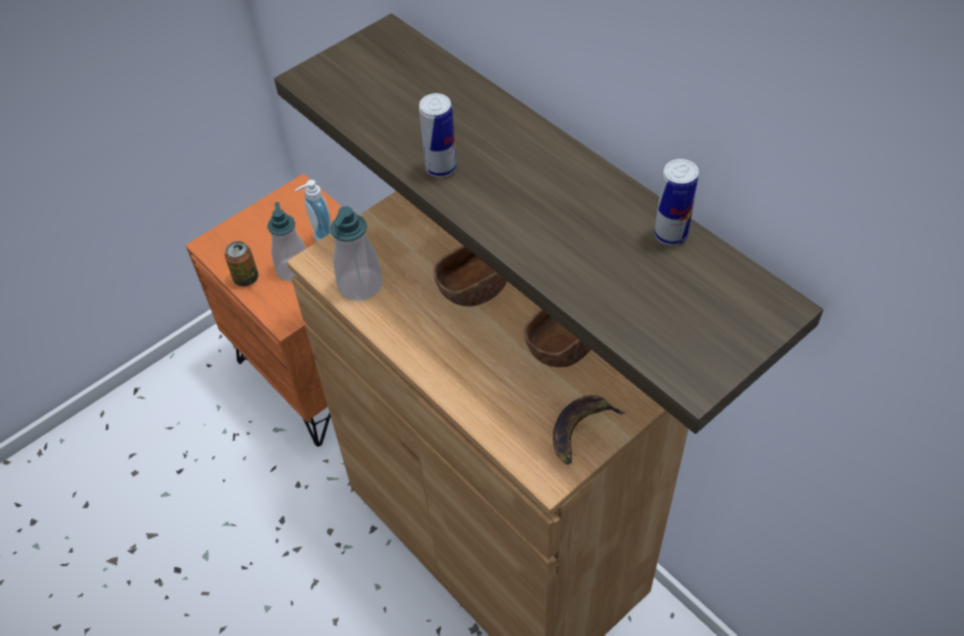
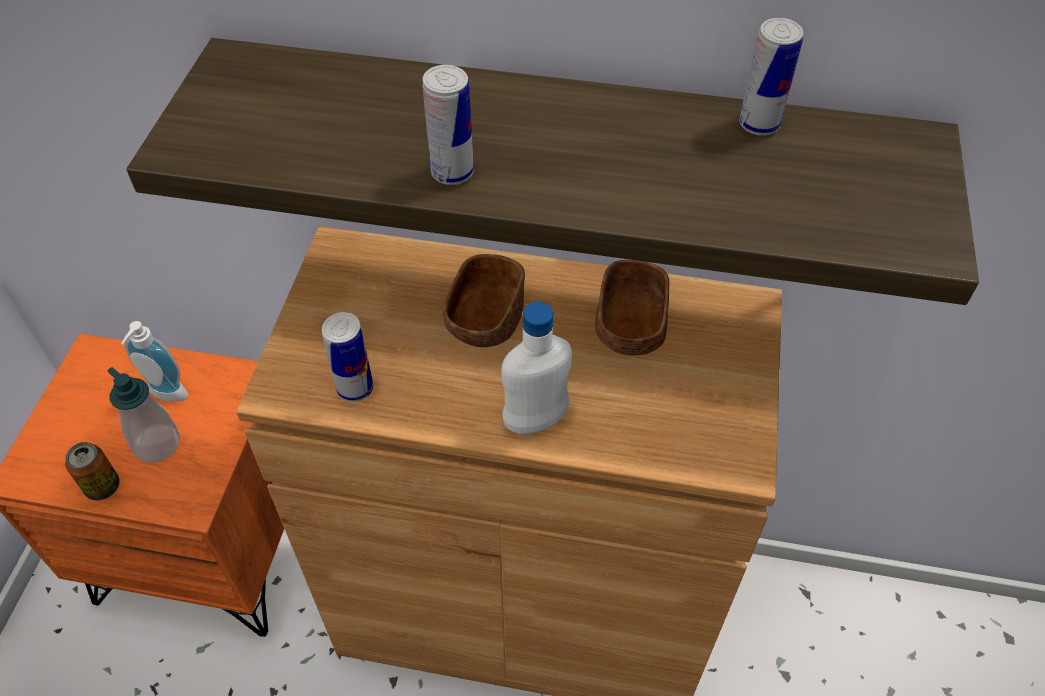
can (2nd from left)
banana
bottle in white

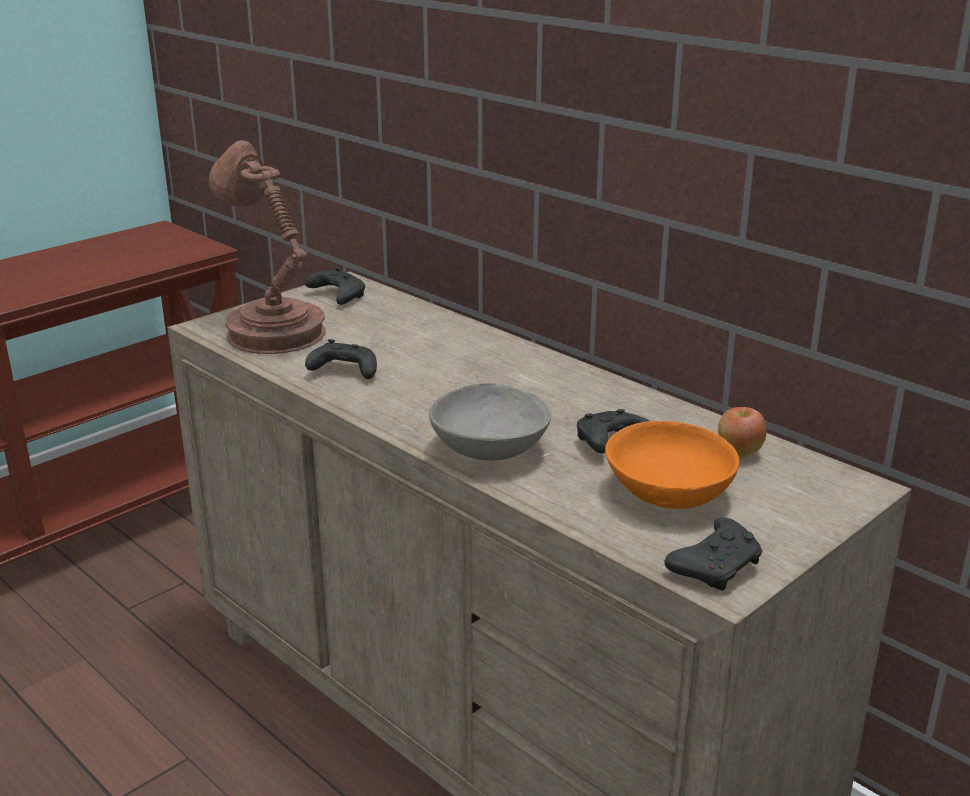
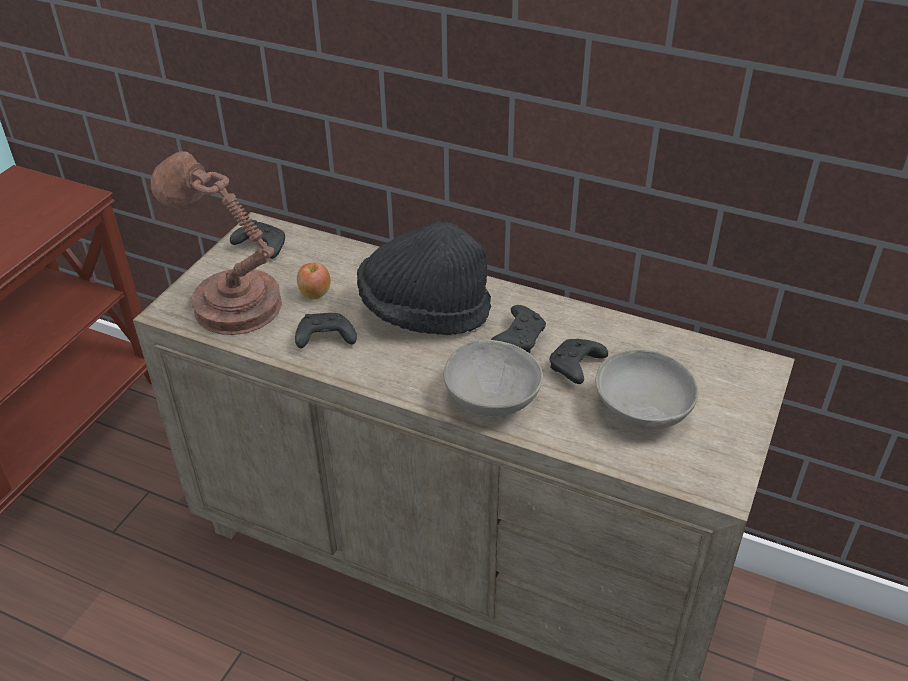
bowl in grey (2nd from left)
game controller in black (3rd from left)
apple
hat in black

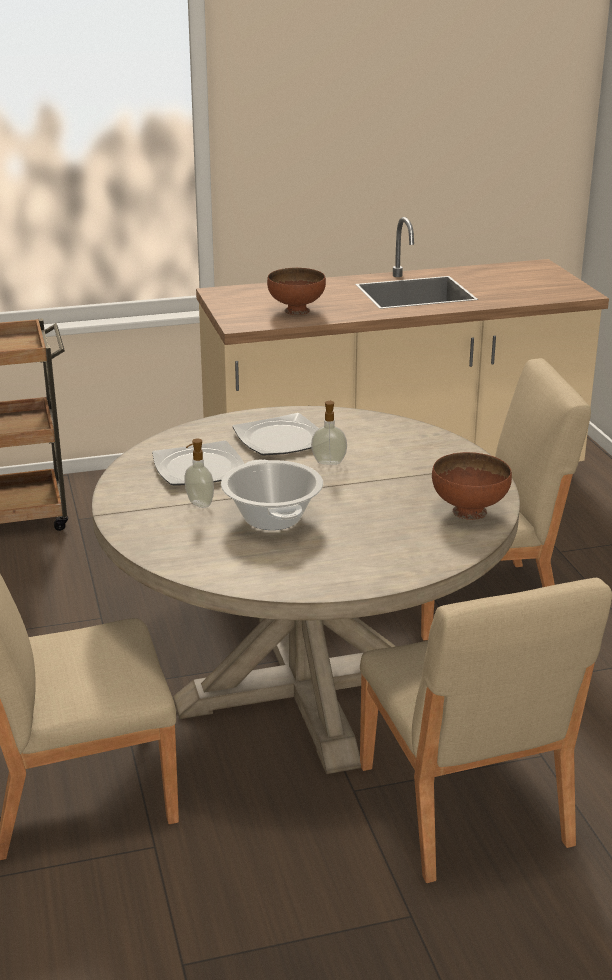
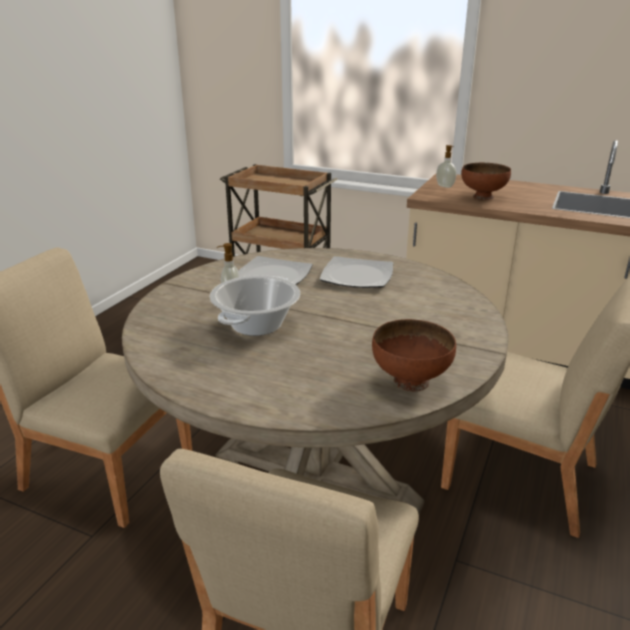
soap dispenser (2nd from left)

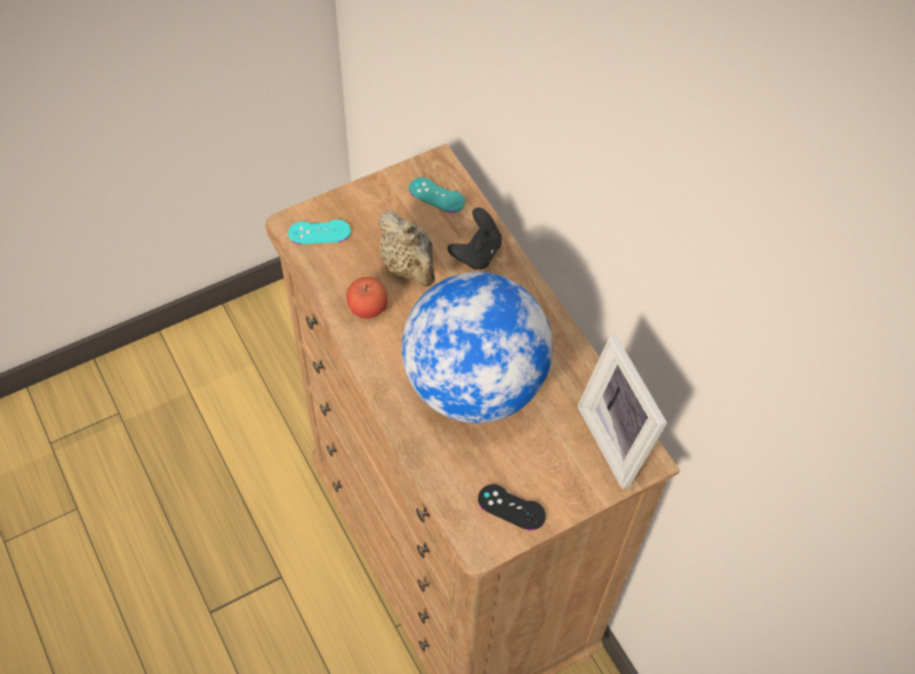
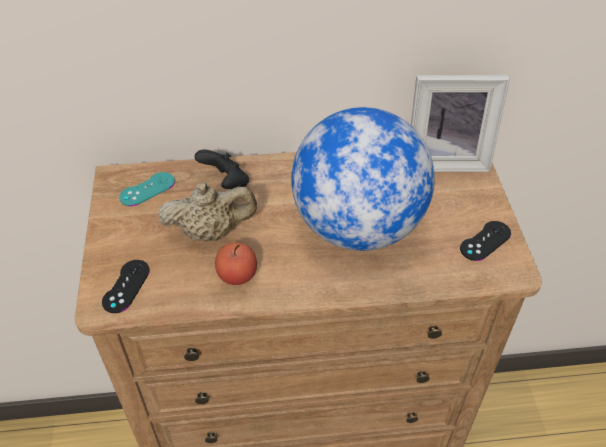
game controller in black (1st from left)

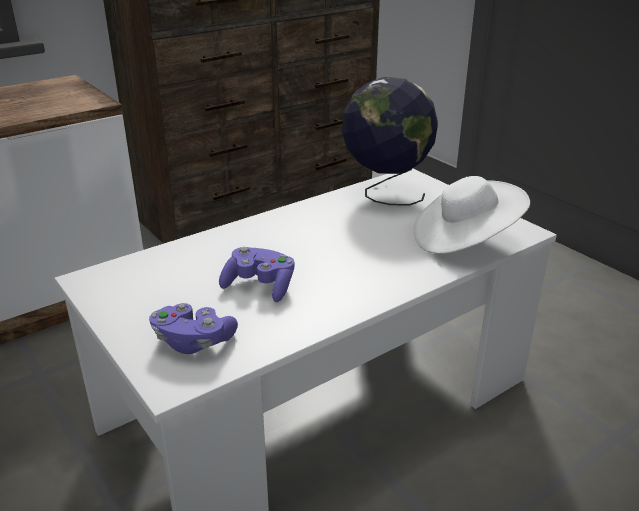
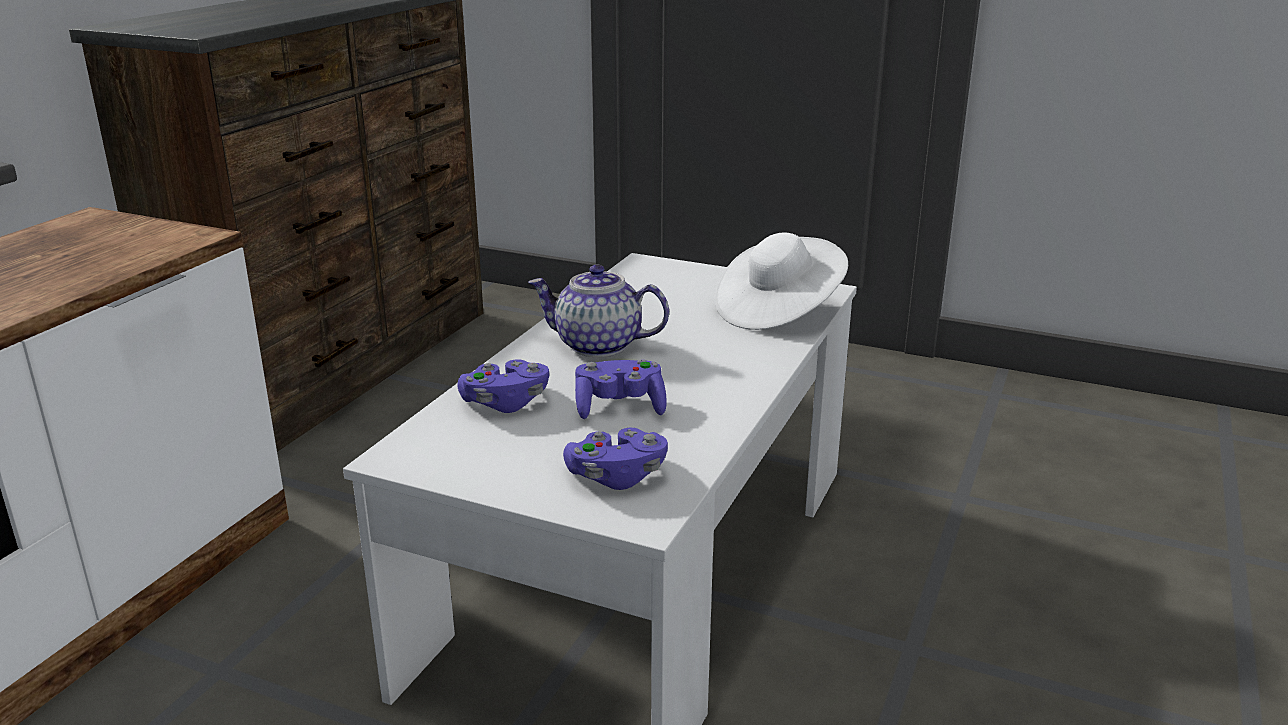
globe
game controller in purple (1st from left)
teapot

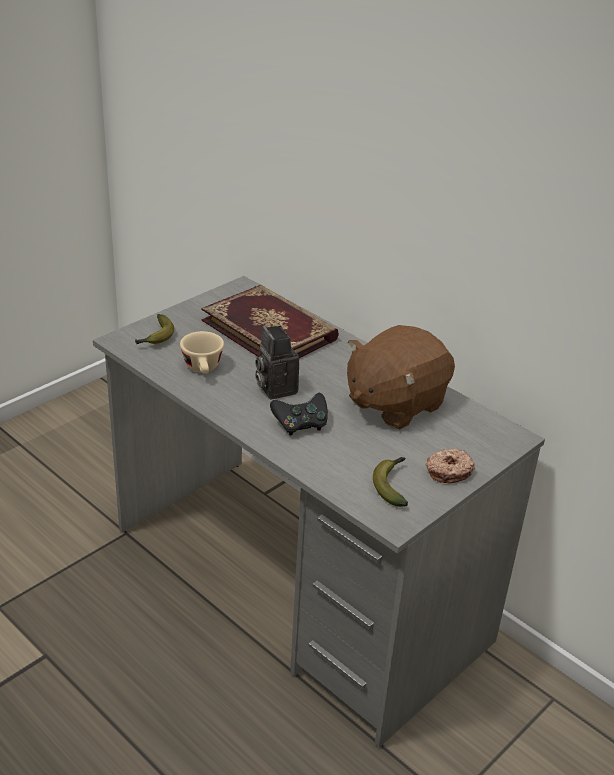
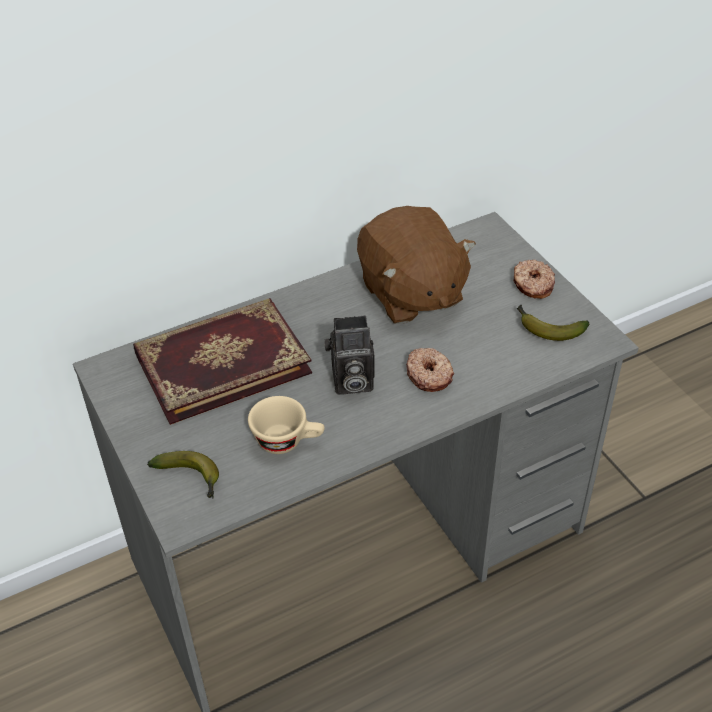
donut (1st from left)

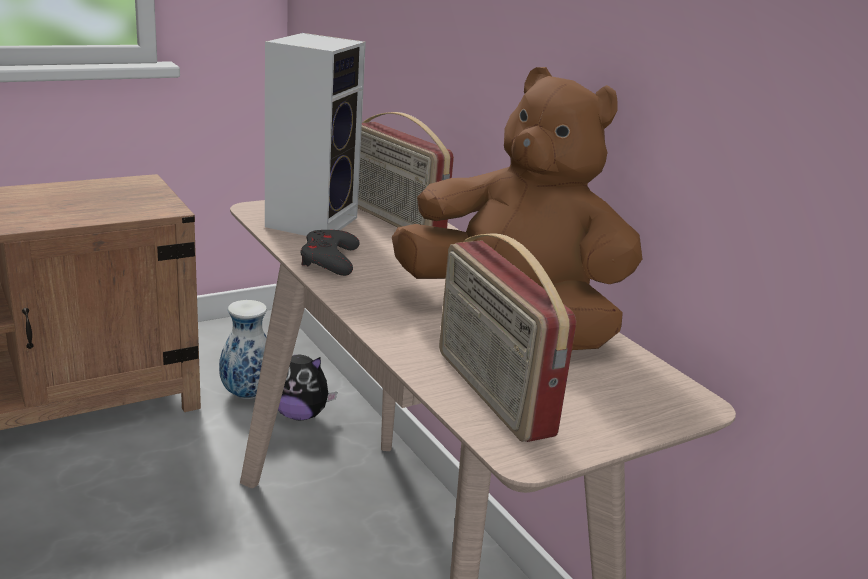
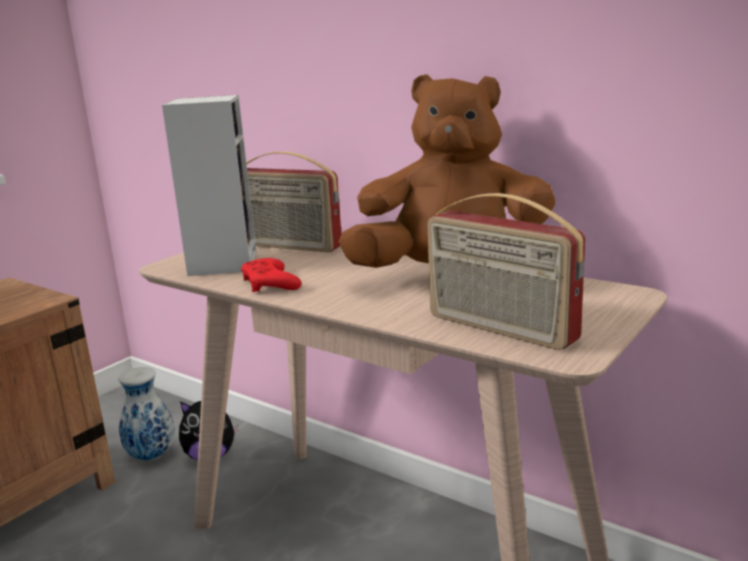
game controller in red

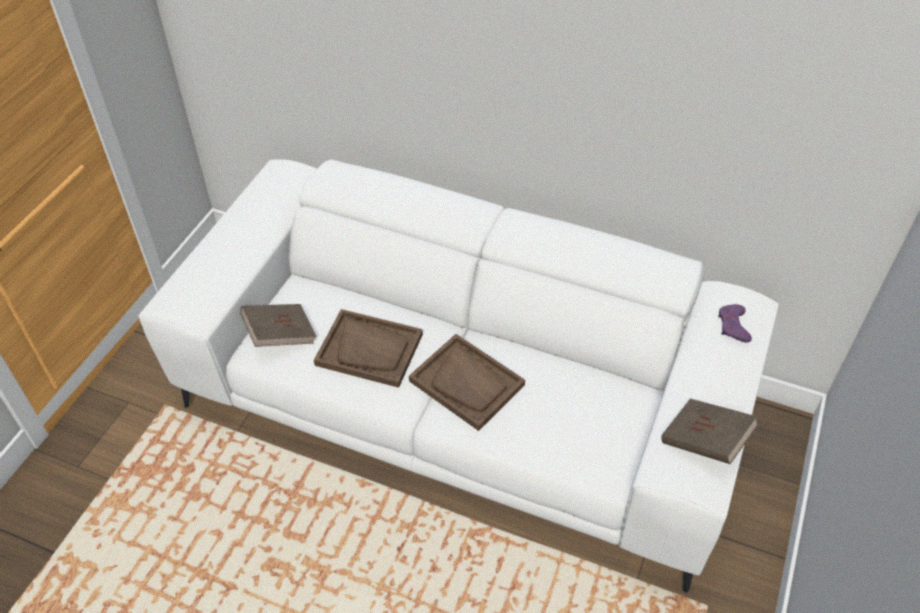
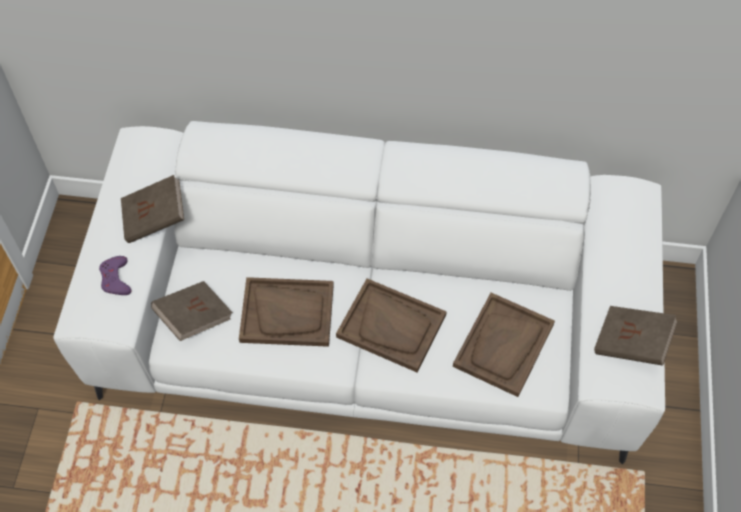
game controller in purple
book in brown (1st from left)
tray in brown (3rd from left)

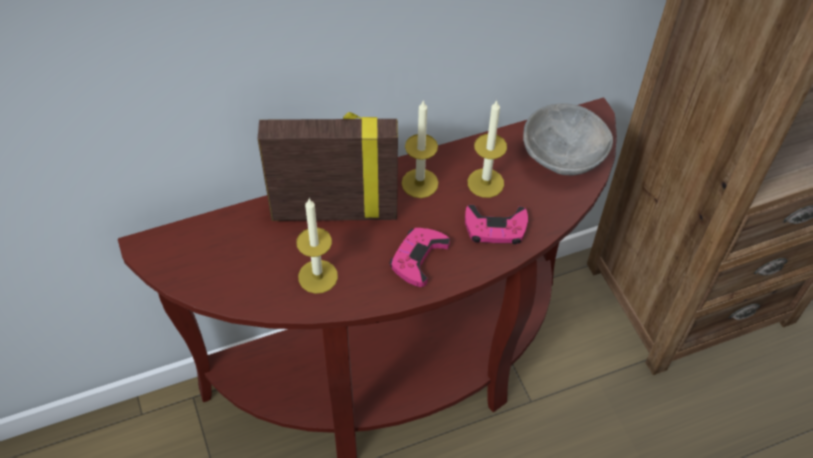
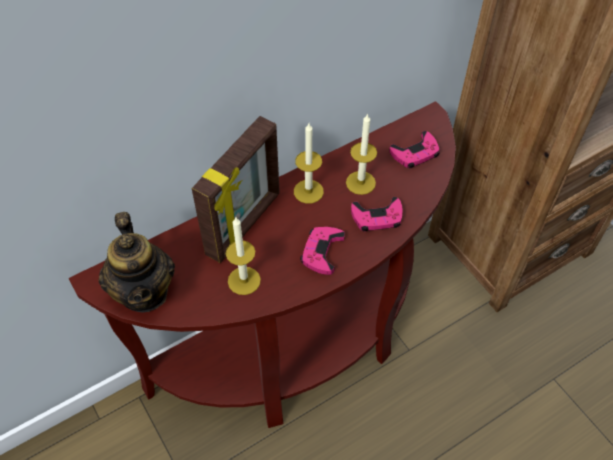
picture frame
game controller in pink (3rd from left)
teapot

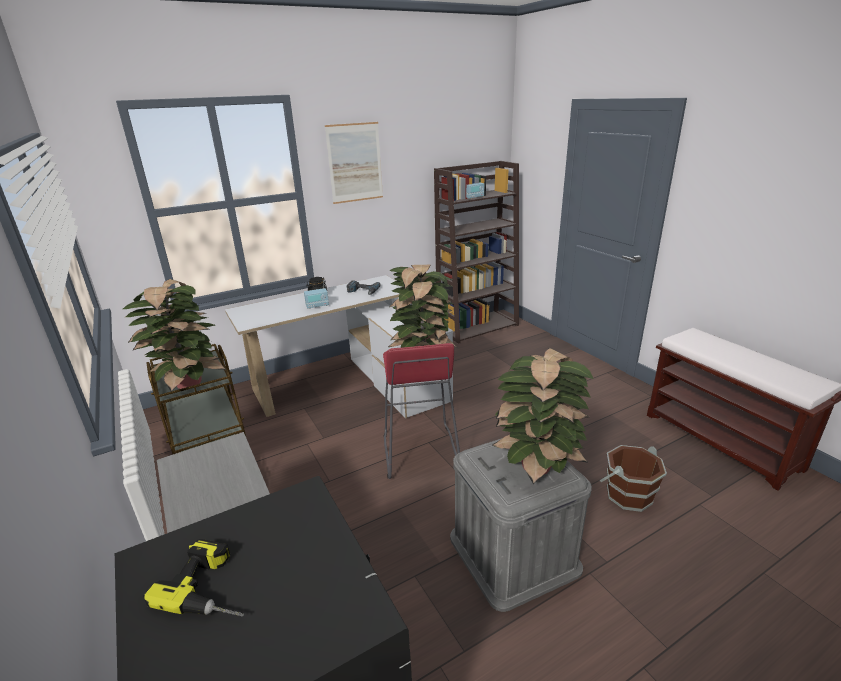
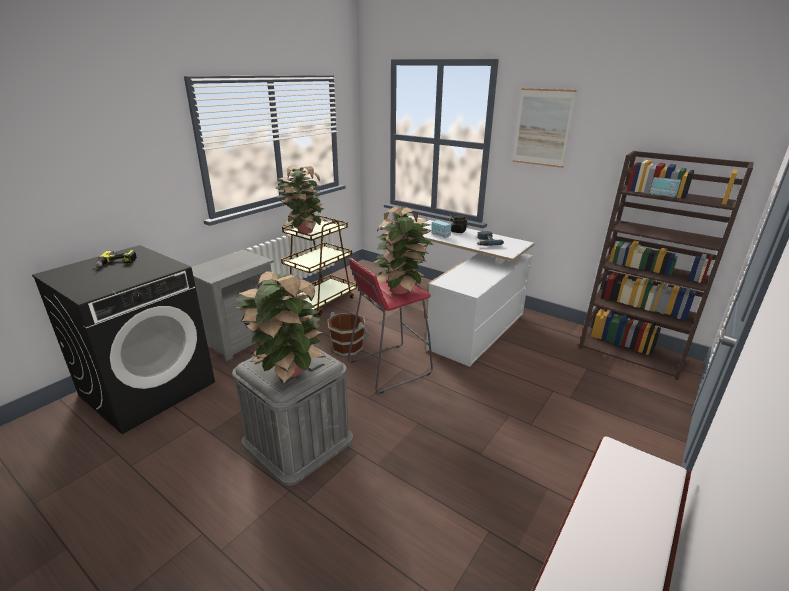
bucket in brown

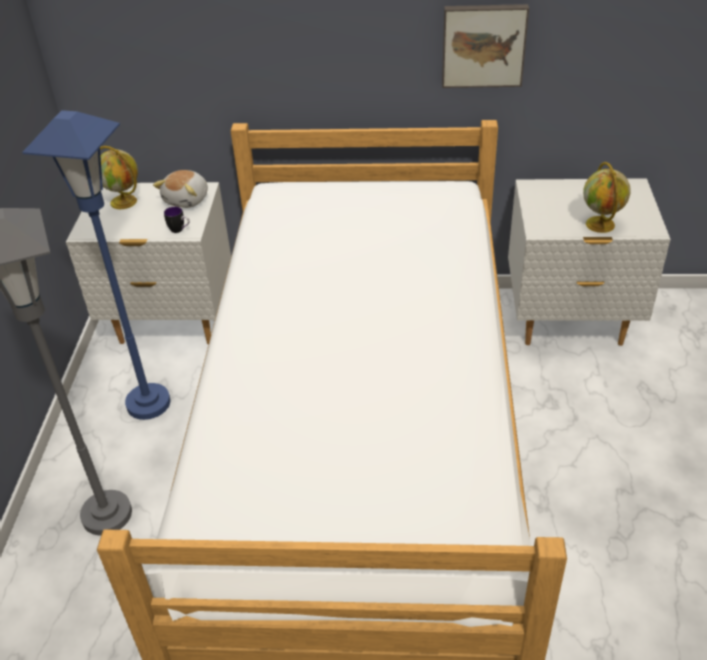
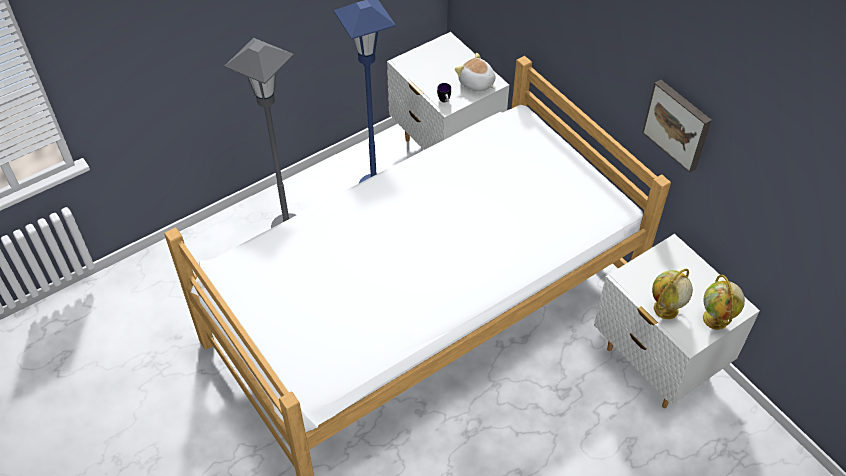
globe (2nd from left)
plush toy

